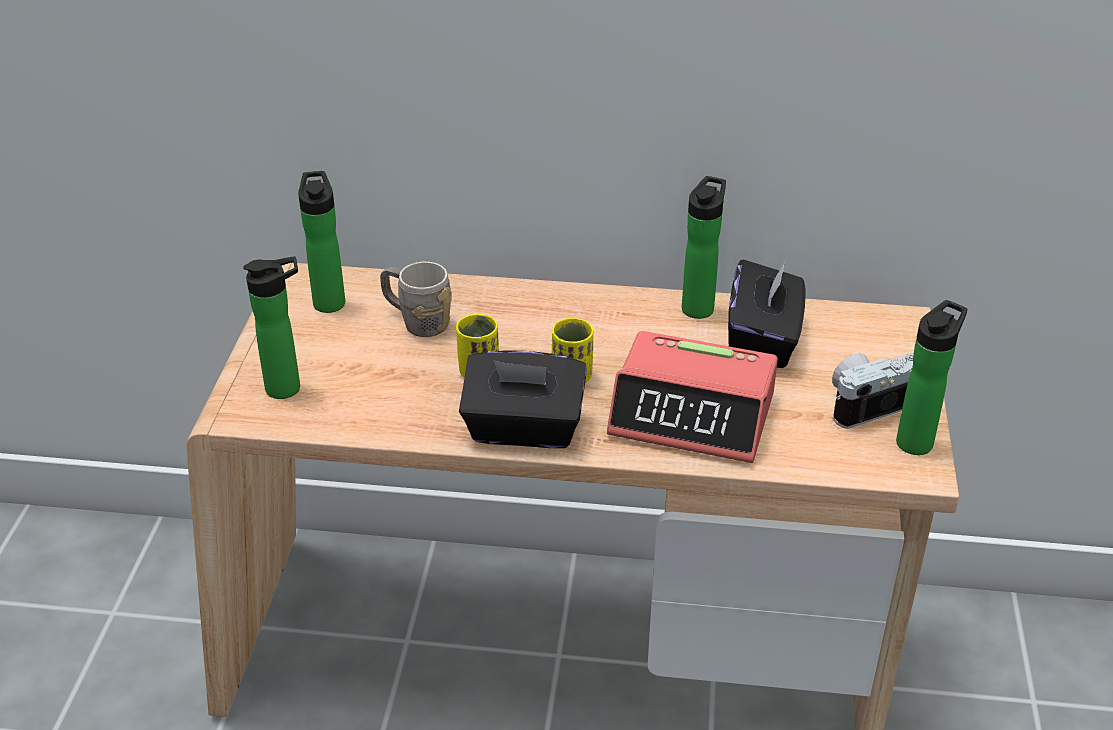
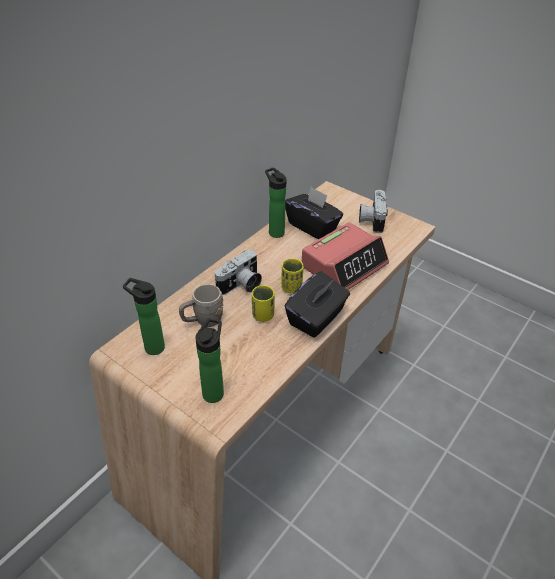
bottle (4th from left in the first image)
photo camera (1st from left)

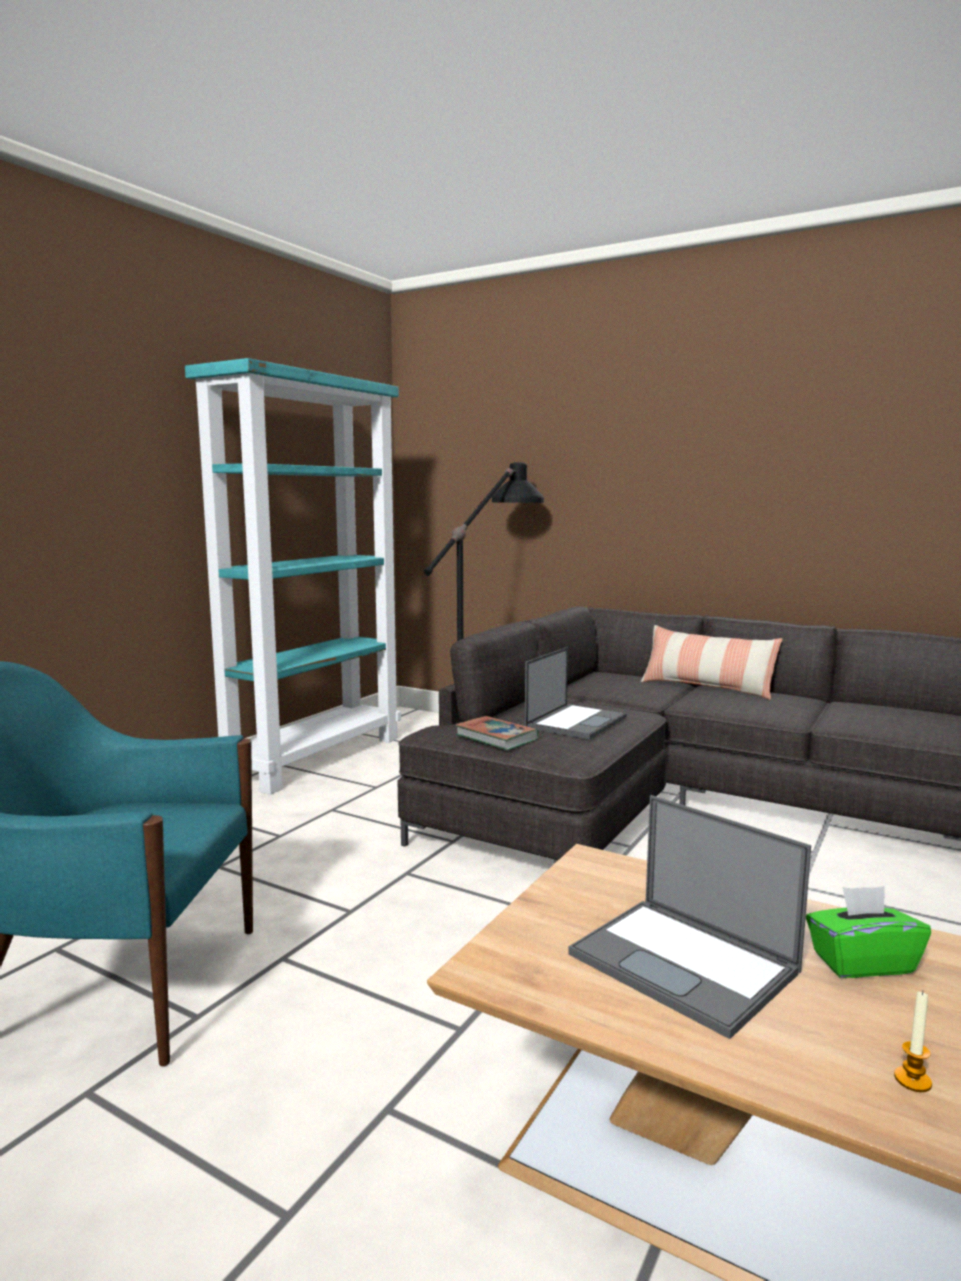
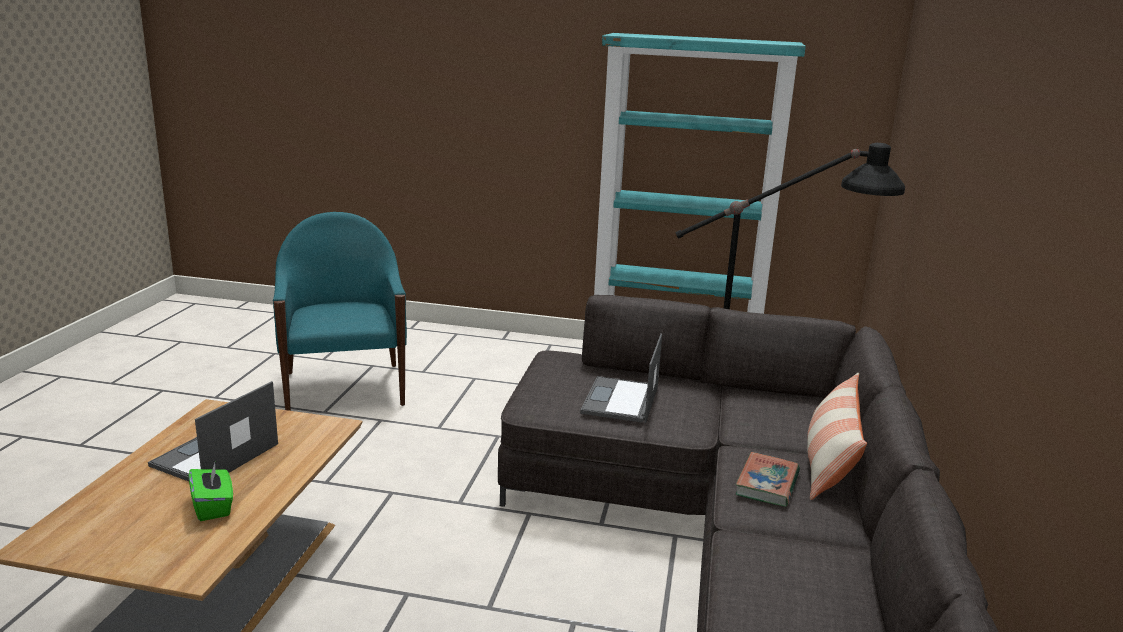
book
laptop (2nd from left)
candle

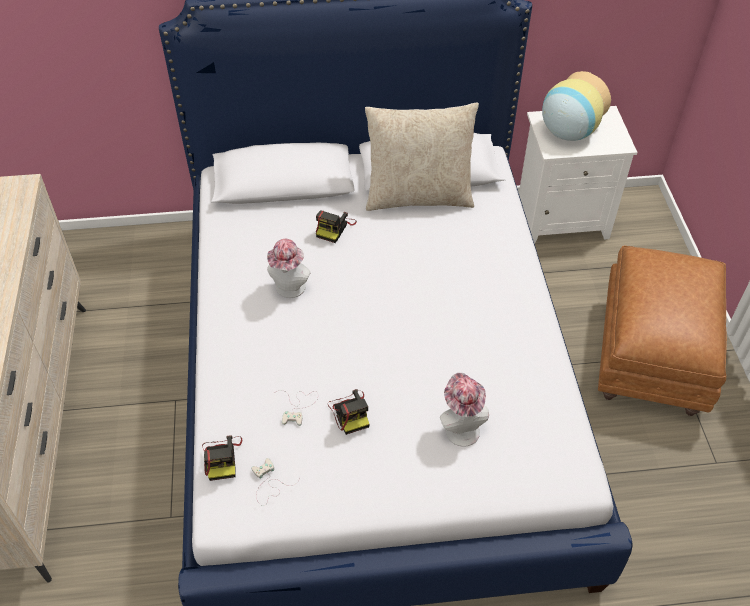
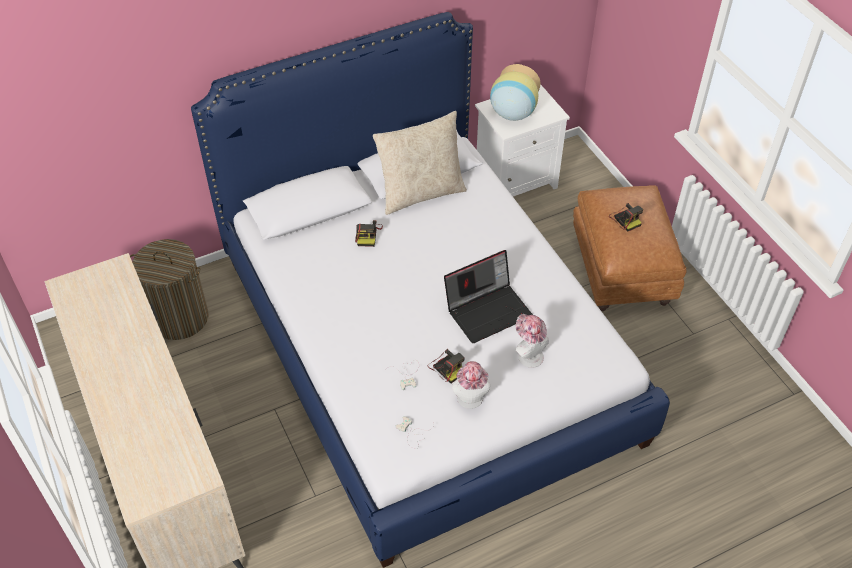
photo camera (3rd from left)
hat (1st from left)
laundry basket
laptop

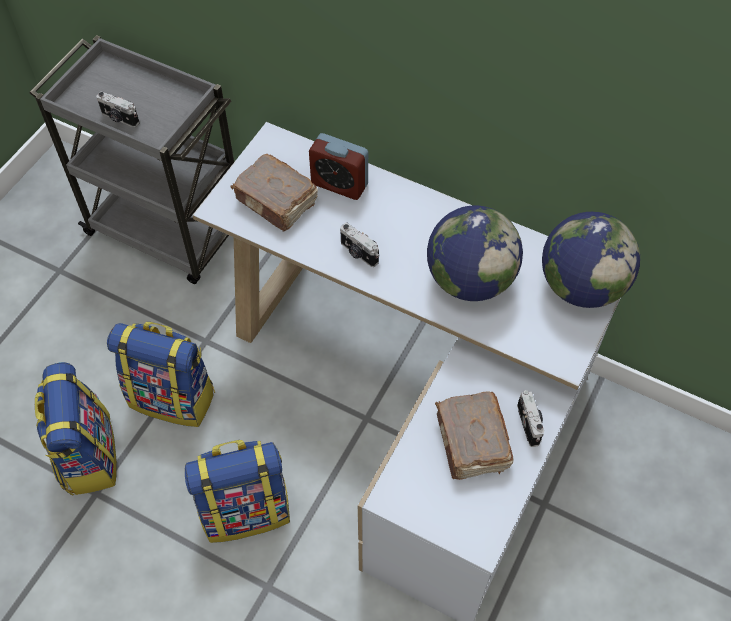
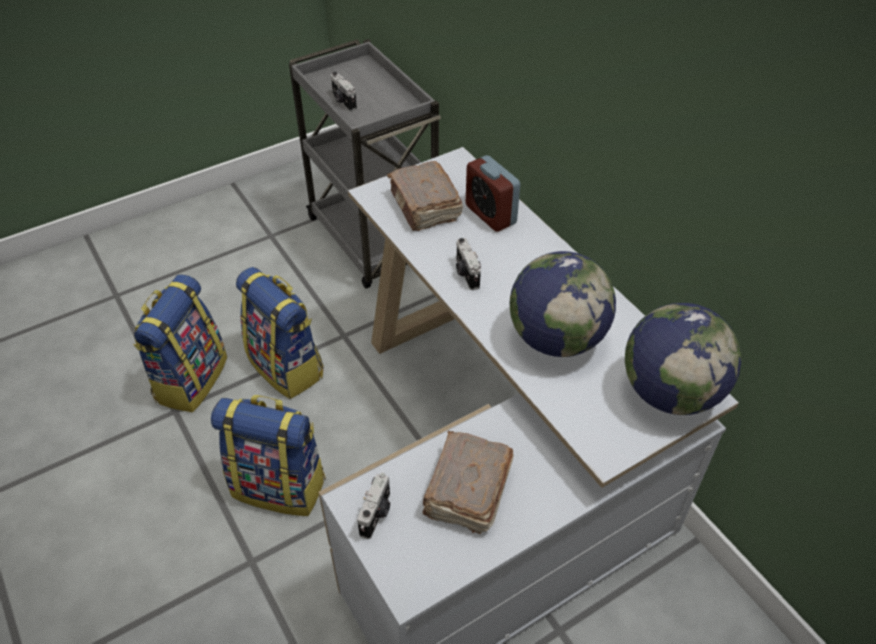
photo camera (2nd from left)

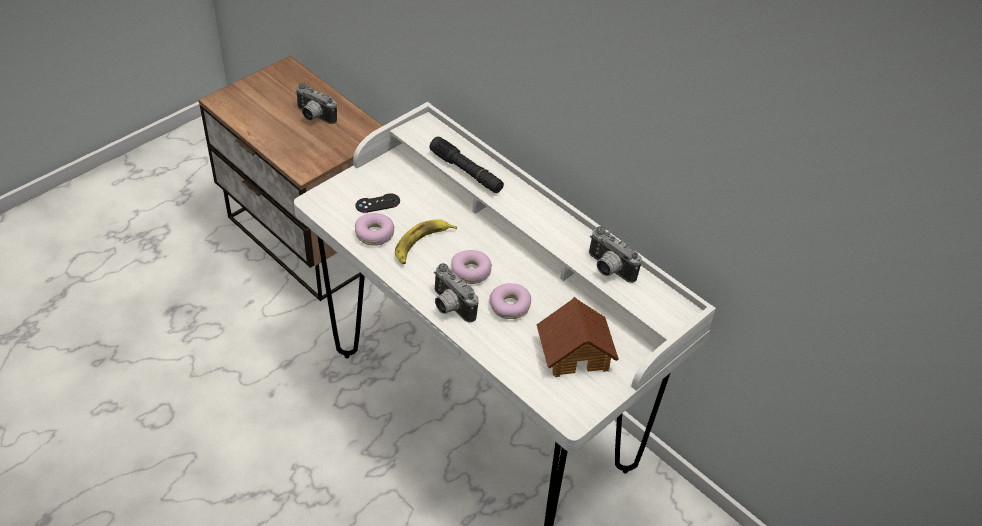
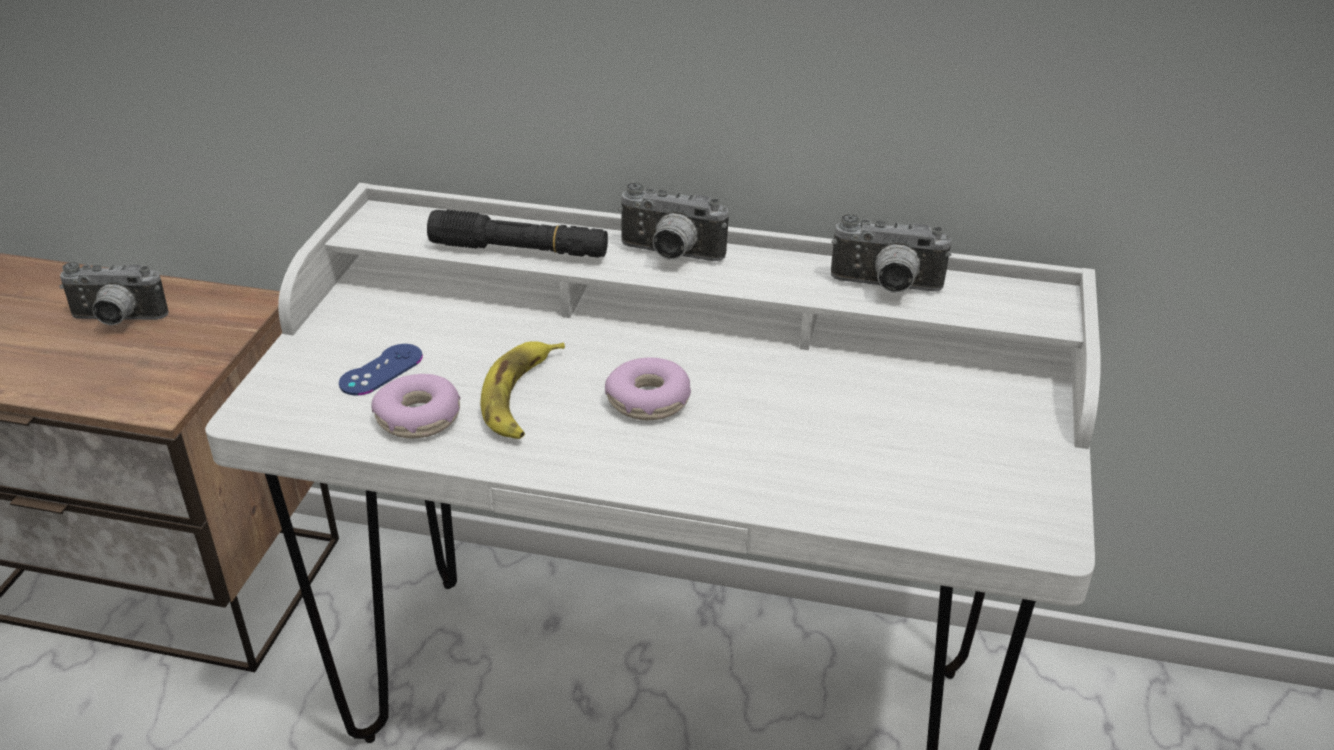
game controller in blue
photo camera (2nd from left)
donut (3rd from left in the first image)
toy house

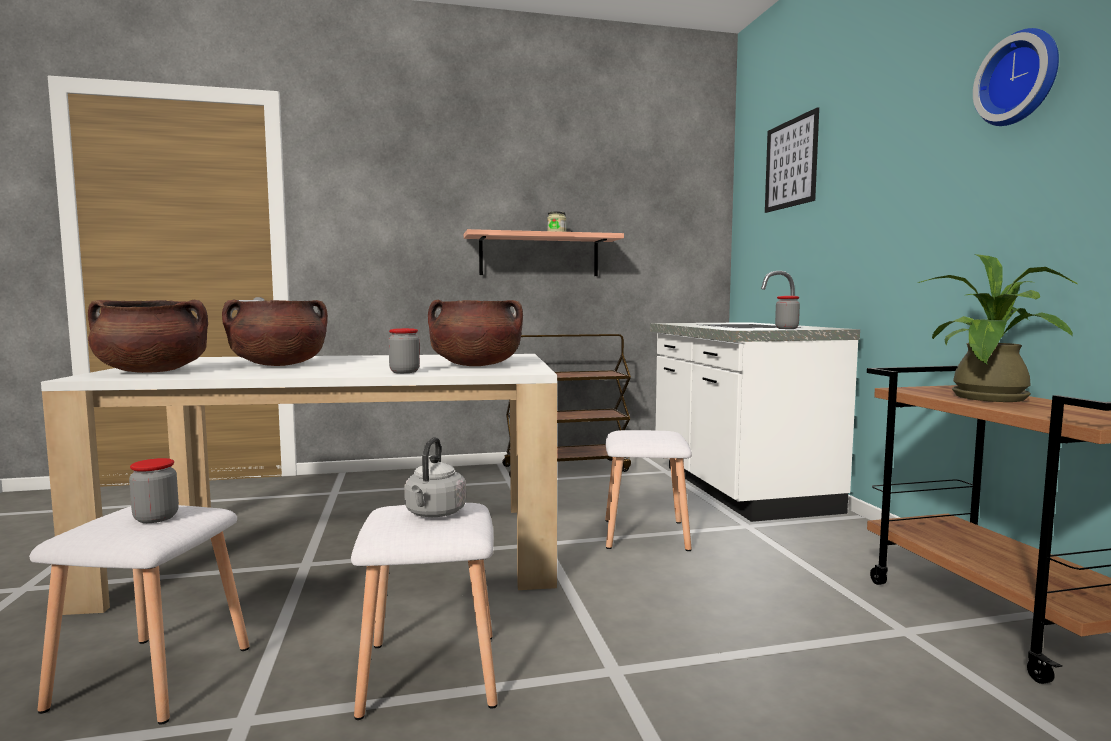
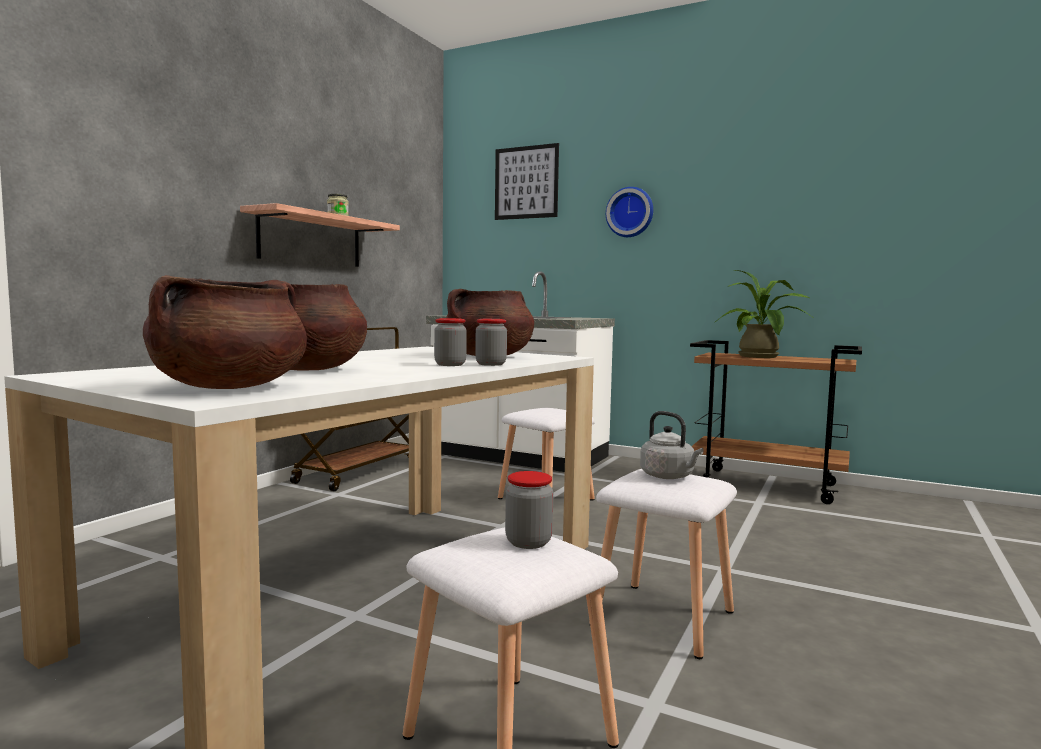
jar (2nd from left)
wall clock

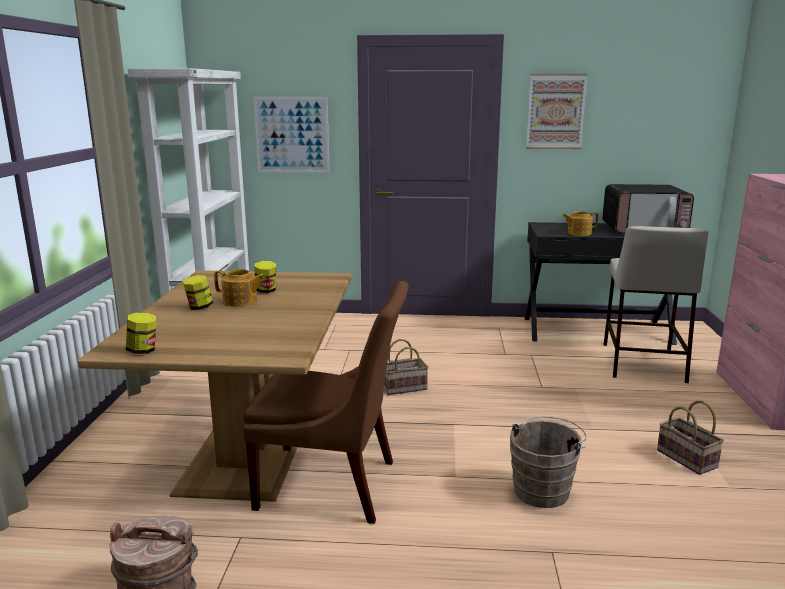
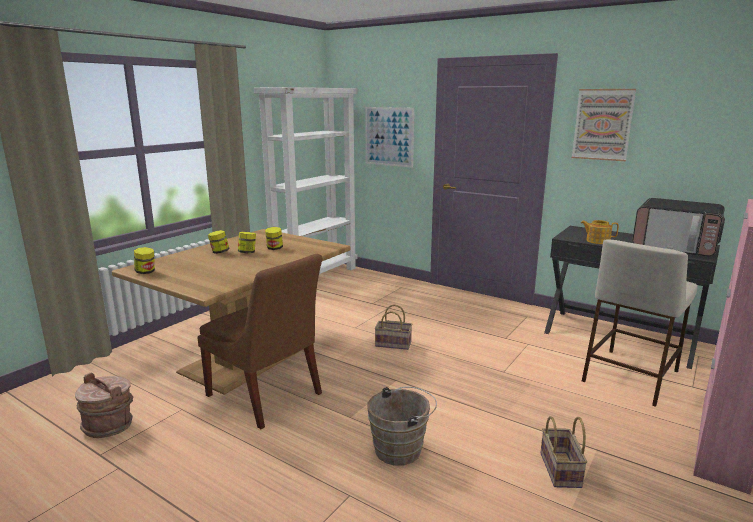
jar (3rd from left)

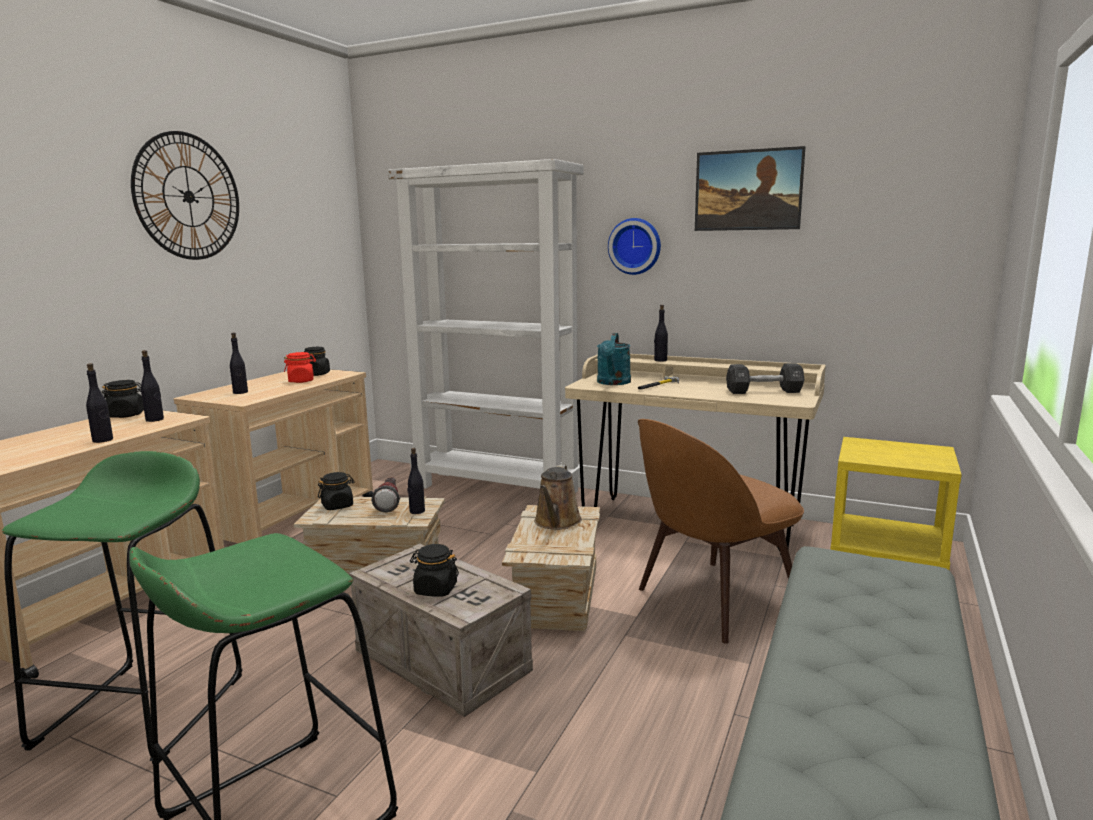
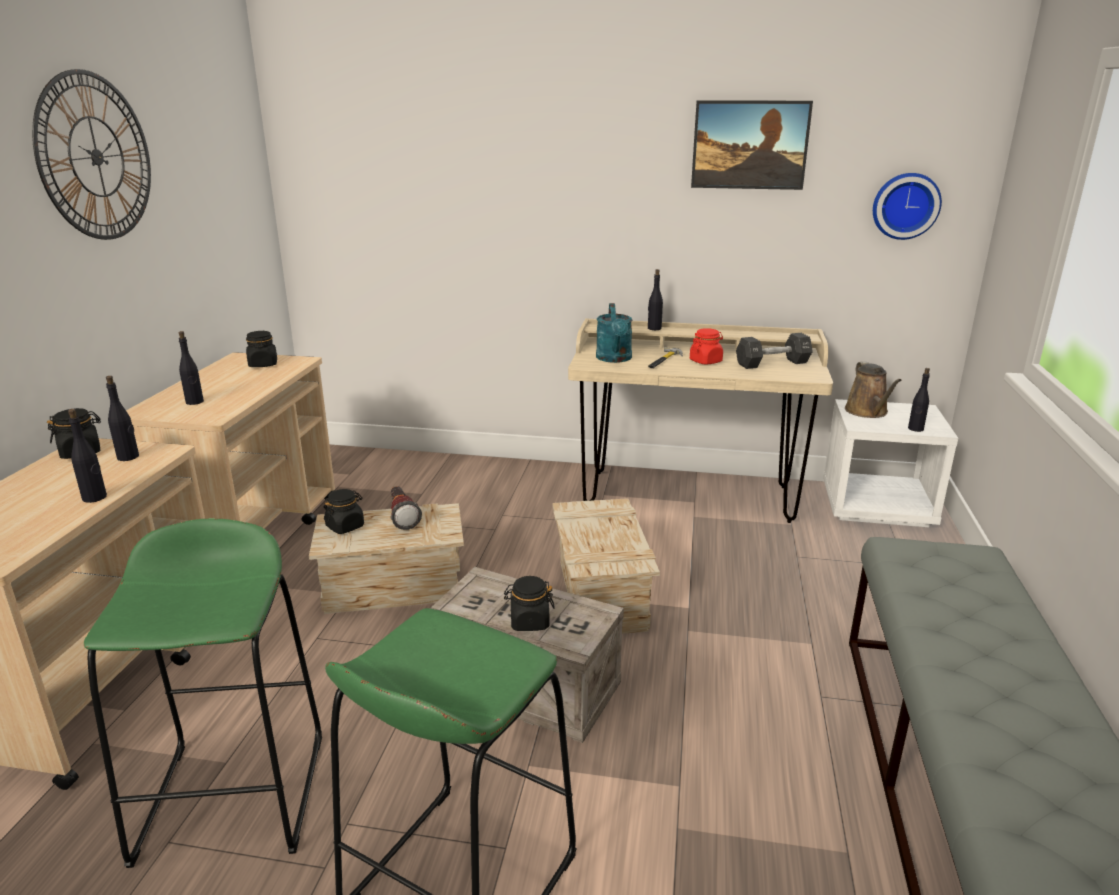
jar in red
bookcase in white
bottle in black (5th from left)
watering can in brown
wall clock (2nd from left)
chair in brown
nightstand in white

